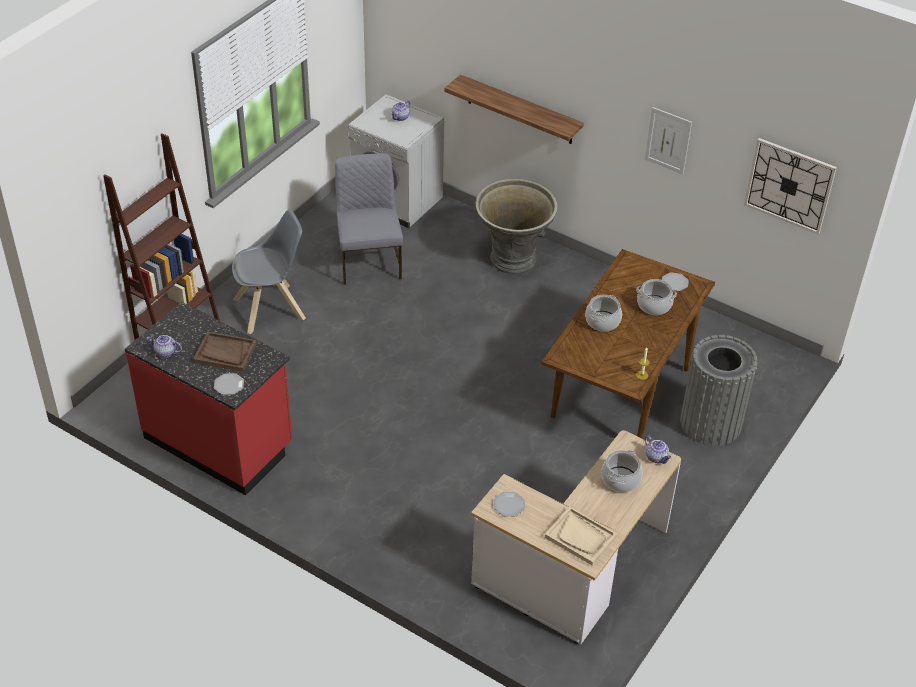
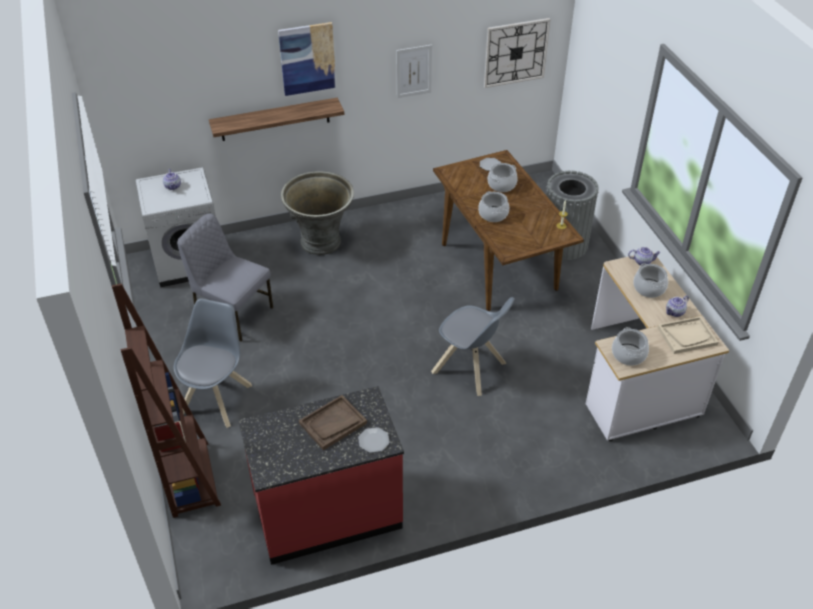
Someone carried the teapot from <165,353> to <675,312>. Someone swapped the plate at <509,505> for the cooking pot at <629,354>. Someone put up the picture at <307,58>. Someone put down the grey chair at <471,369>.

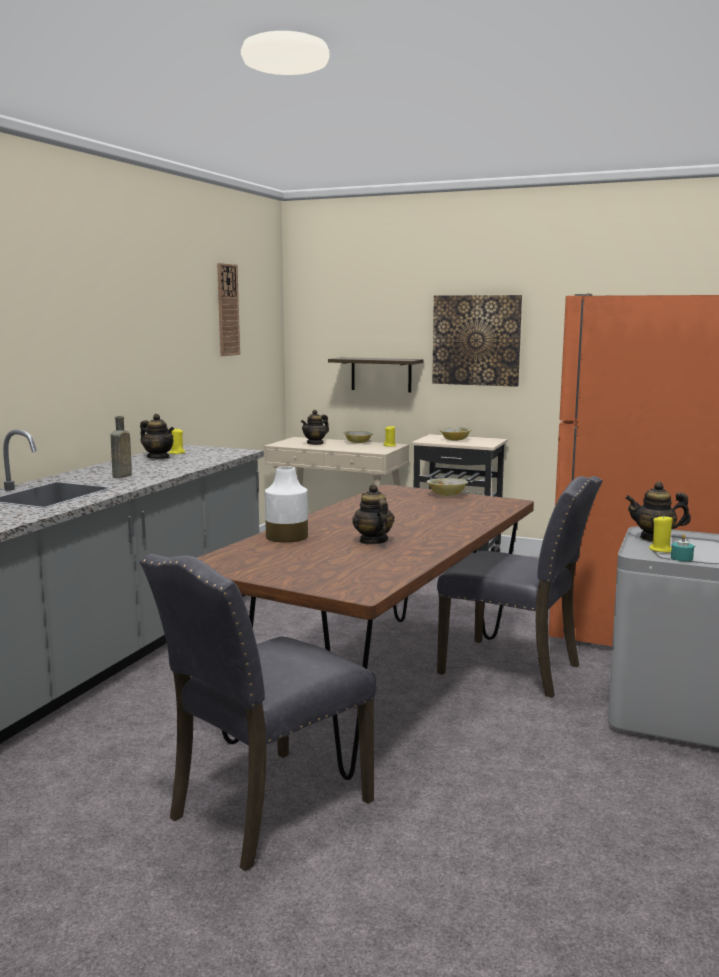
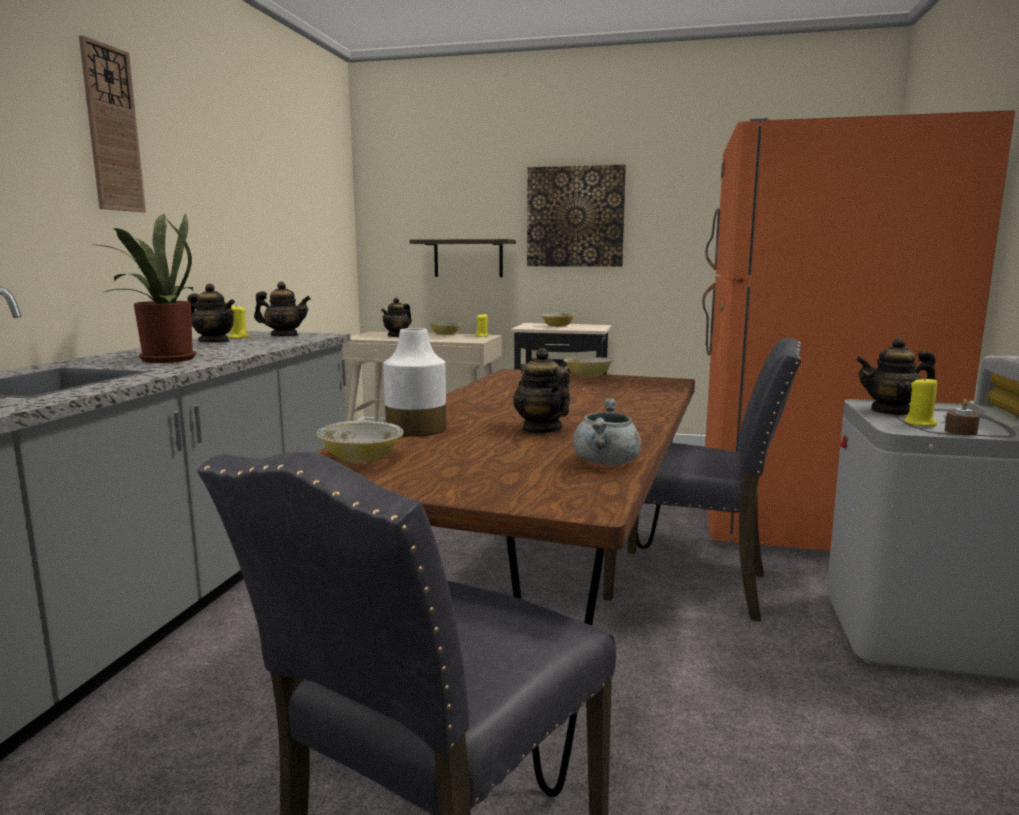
Someone carried the wall clock from <227,310> to <112,129>. Someone swapped the brown bottle at <121,476> for the potted plant at <162,359>. Someone repainted the turquoise candle at <681,558>, which became the brown candle at <960,431>. Someone put down the teapot at <284,336>. Someone put down the grey cooking pot at <606,463>. Someone put down the bowl at <361,459>.

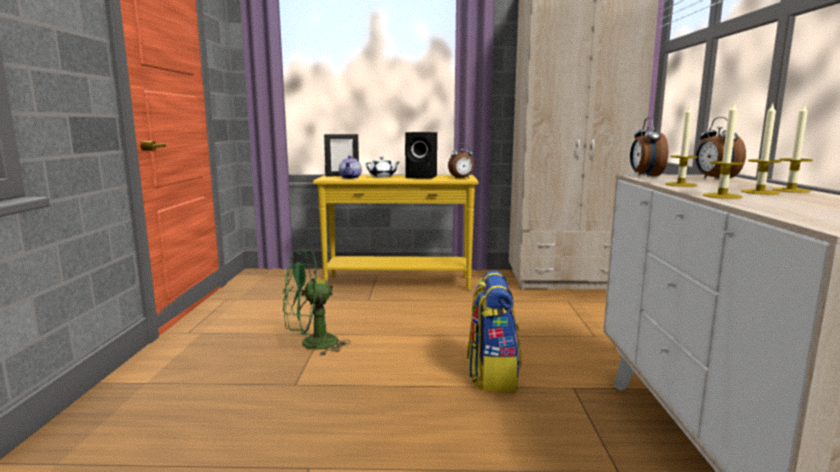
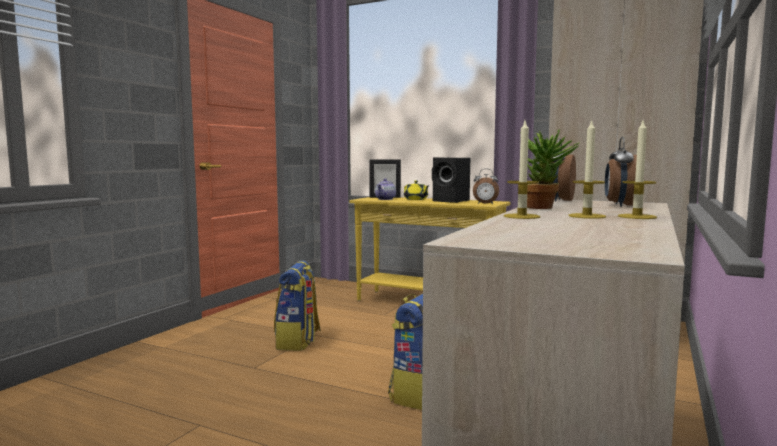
Someone swapped the candle at <680,185> for the potted plant at <545,207>. Someone repainted the white teapot at <382,176>, which became the yellow teapot at <416,199>. Someone swapped the green fan at <311,345> for the backpack at <298,341>.

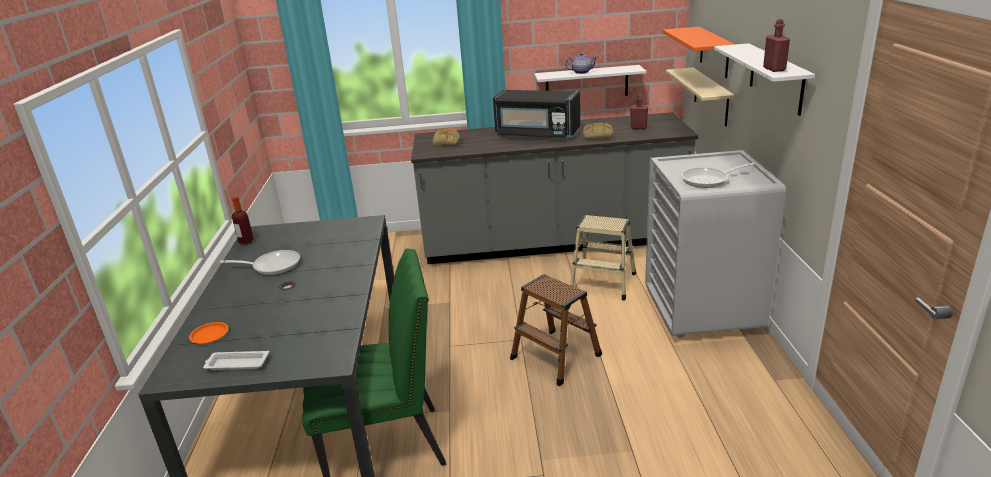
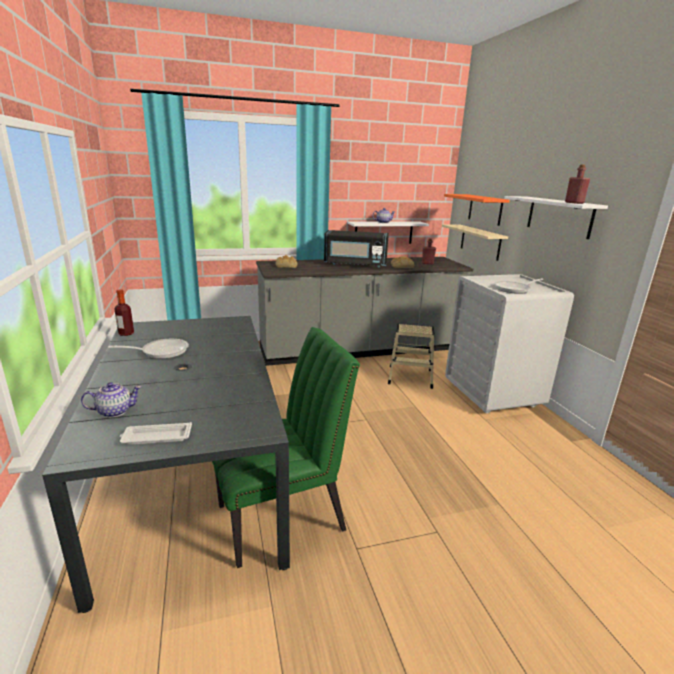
Someone took away the brown step ladder at <555,356>. Someone swapped the orange plate at <209,335> for the teapot at <114,411>.

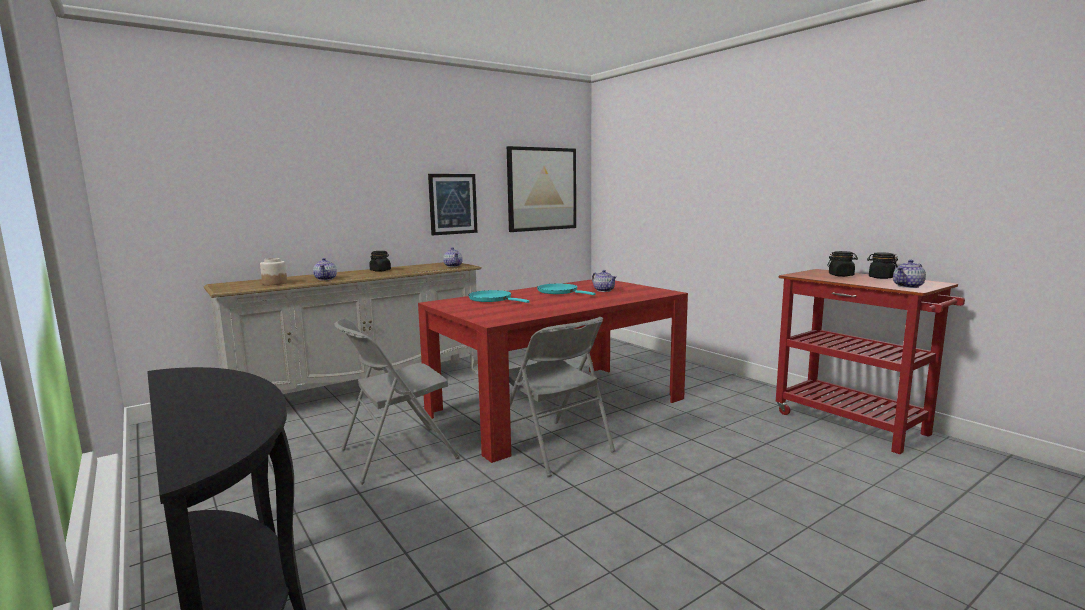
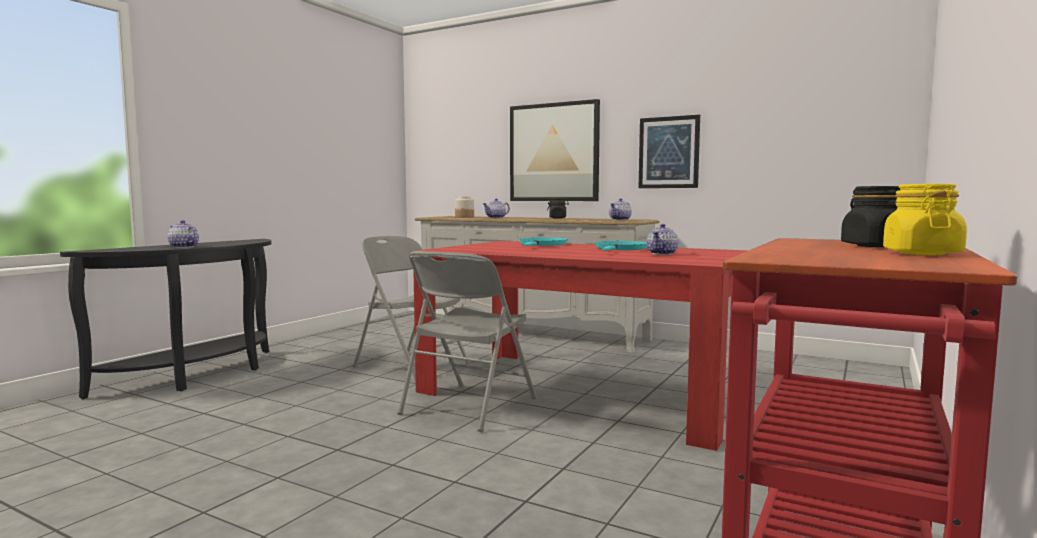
Someone carried the picture from <541,189> to <554,152>. Someone repainted the black jar at <880,277>, which became the yellow jar at <921,253>. Someone carried the teapot from <908,286> to <183,247>.

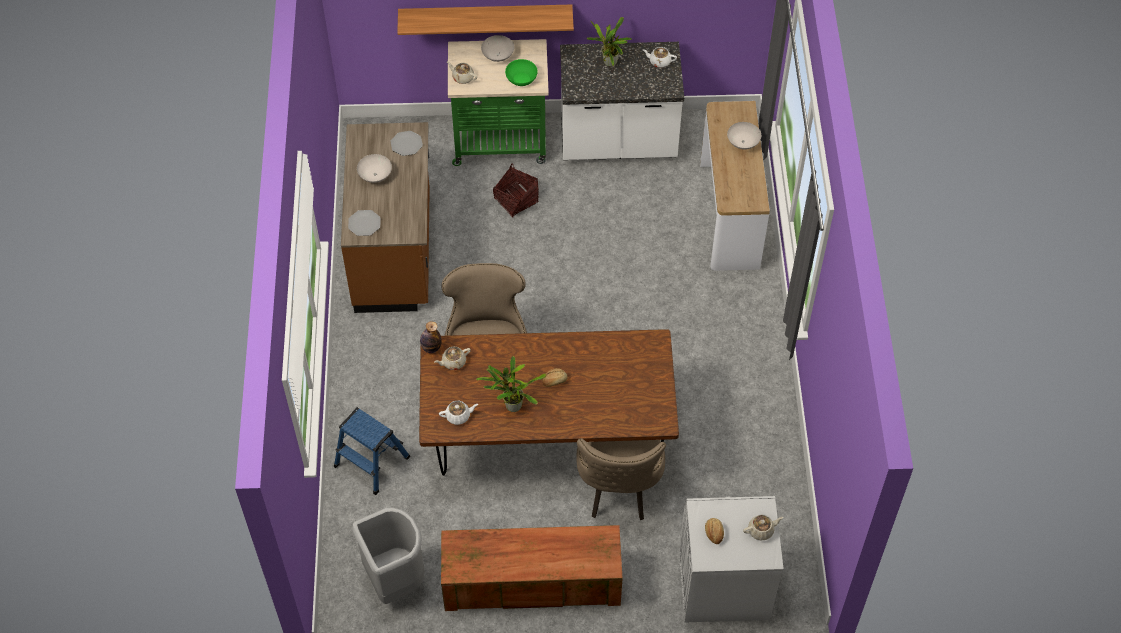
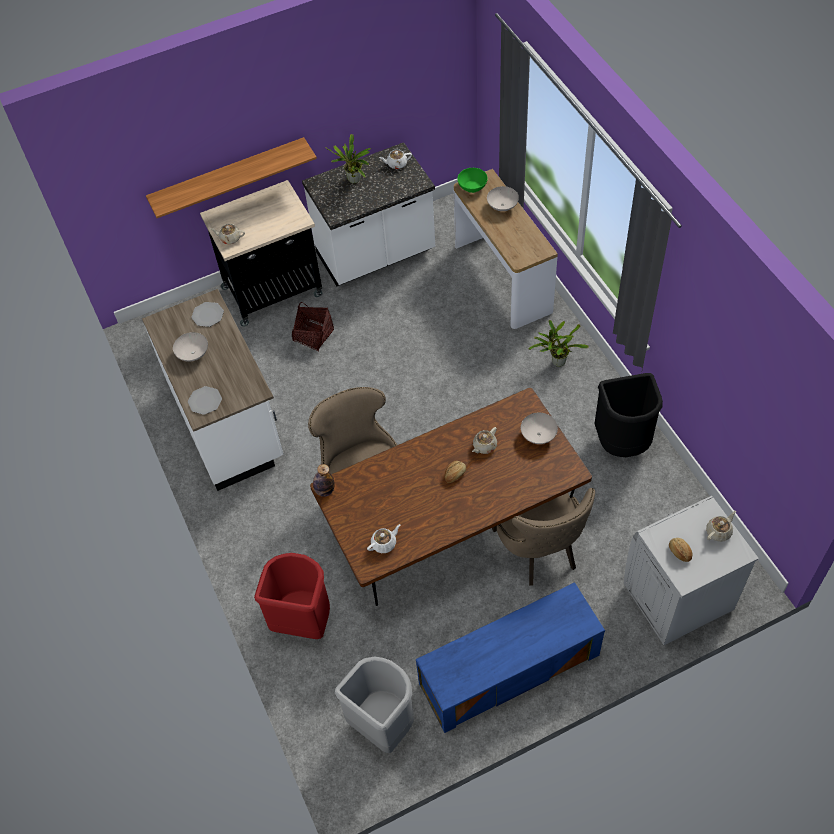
Someone carried the white bowl from <498,55> to <538,434>. Someone repainted the green cart at <500,141>, which became the black cart at <273,291>. Someone carried the green bowl from <521,79> to <472,186>. Someone repainted the brown counter at <395,252>, which became the white counter at <228,422>. Someone carried the beige teapot from <453,362> to <484,446>. Someone carried the potted plant from <511,405> to <556,362>. Someone swapped the blue step ladder at <371,461> for the red trash can at <303,621>. Someone repainted the brown bench at <530,583>, which became the blue bench at <509,671>. Someone put down the black trash can at <622,444>.

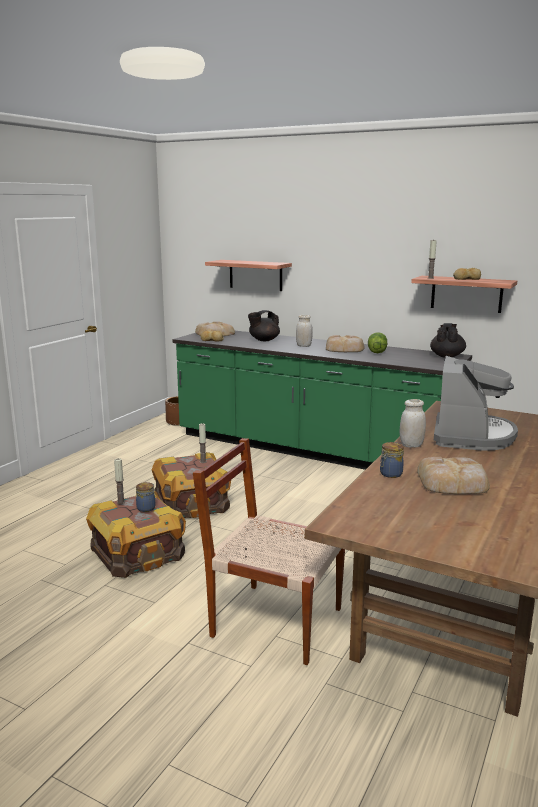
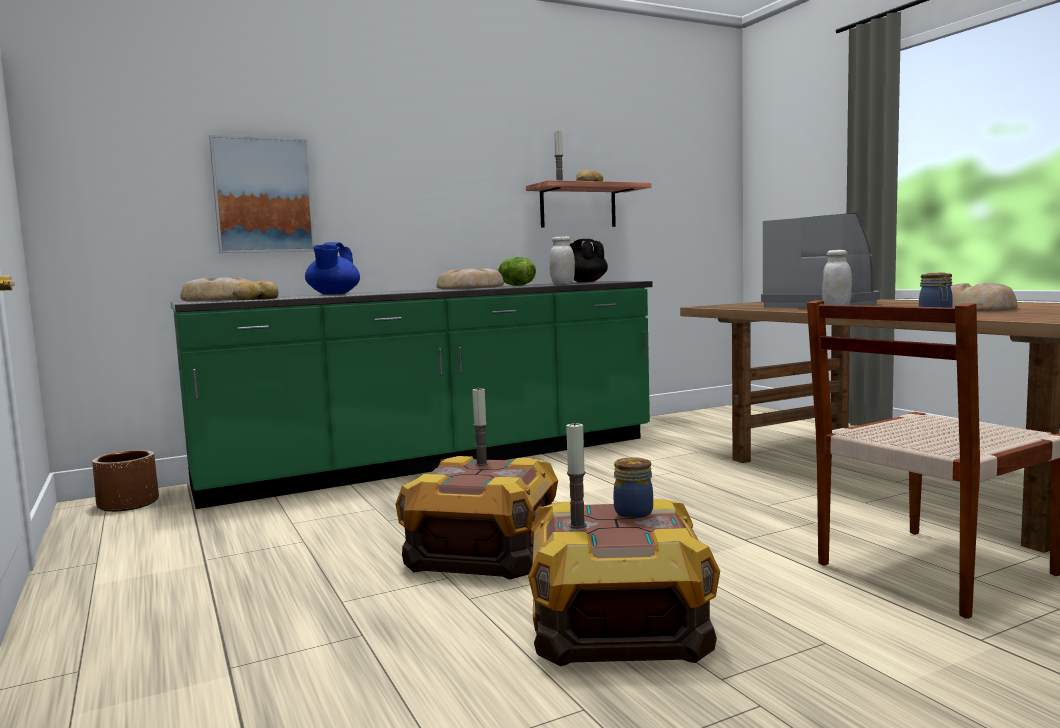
Someone swapped the shelf at <255,275> for the picture at <263,195>. Someone repainted the black teapot at <263,340>, which became the blue teapot at <333,294>. Someone carried the white jar from <303,346> to <562,284>.

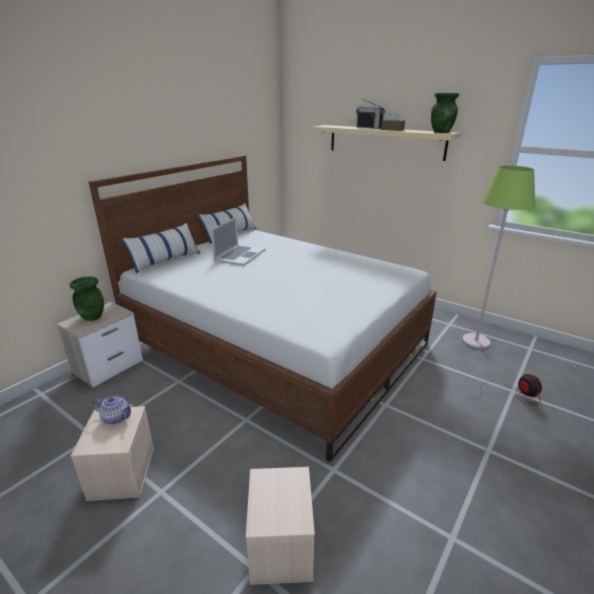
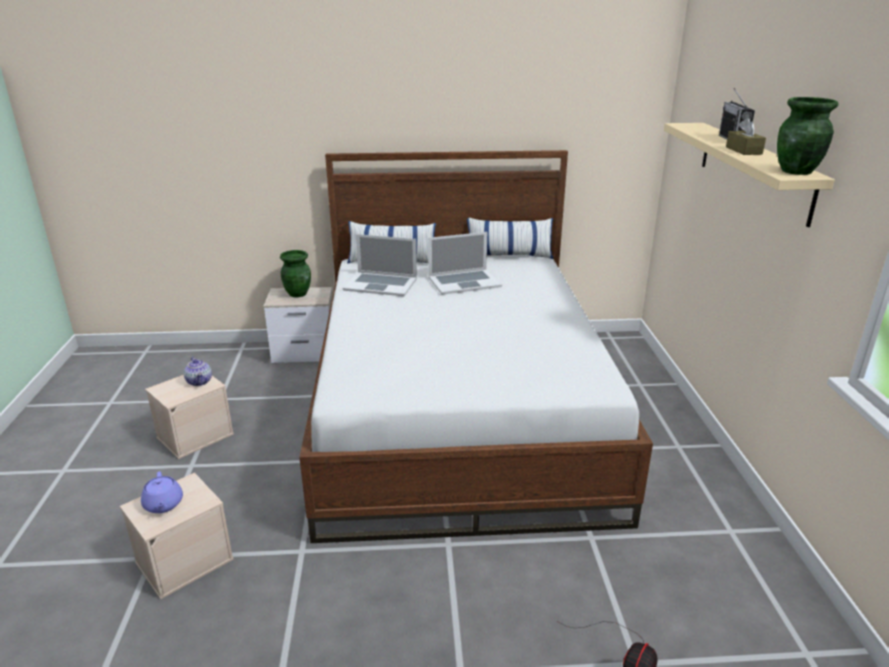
Someone took away the green floor lamp at <475,341>. Someone put down the laptop at <381,284>. Someone put down the purple teapot at <163,505>.

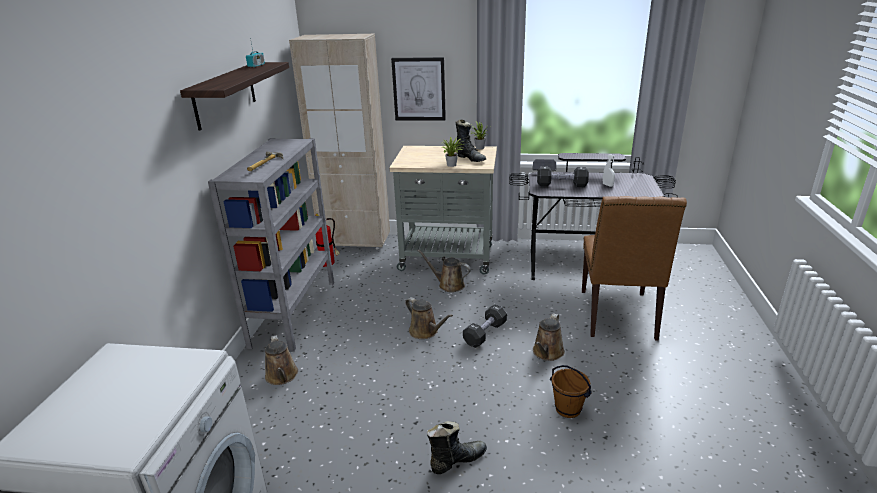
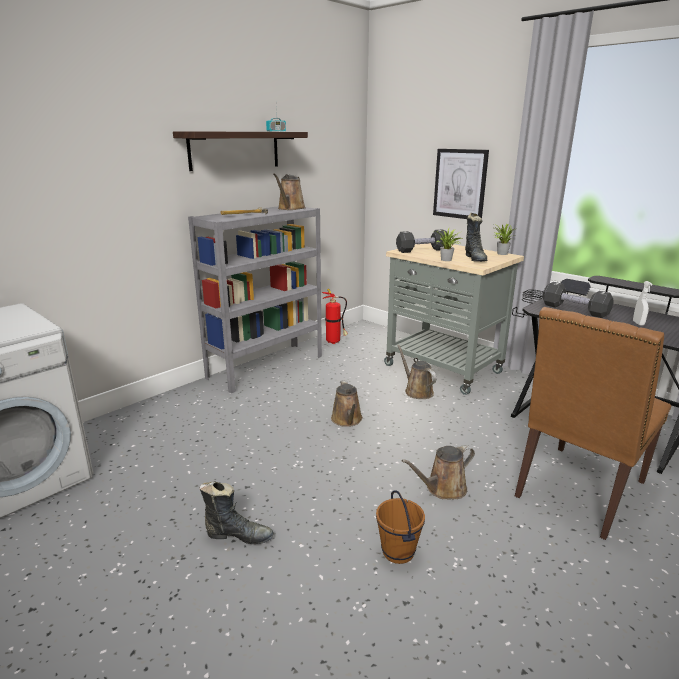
Someone took away the beige cabinet at <355,243>. Someone carried the black dumbbell from <485,334> to <422,250>. Someone carried the brown watering can from <282,376> to <290,208>.

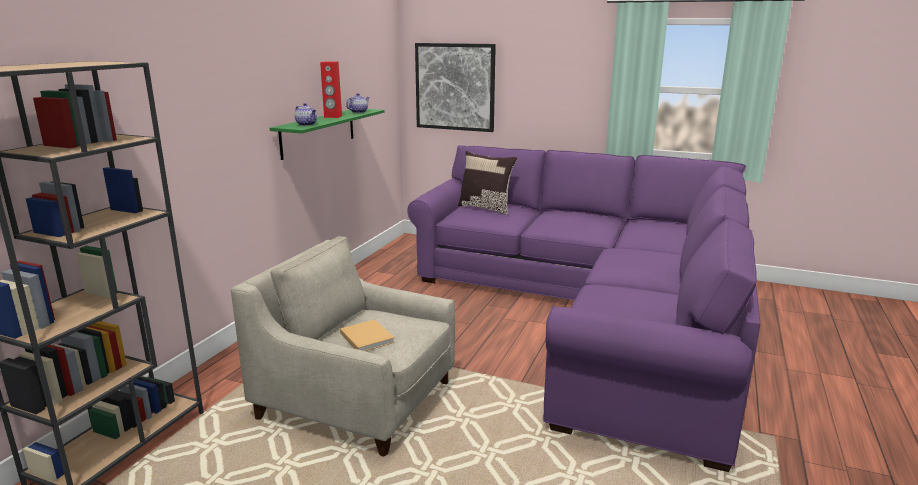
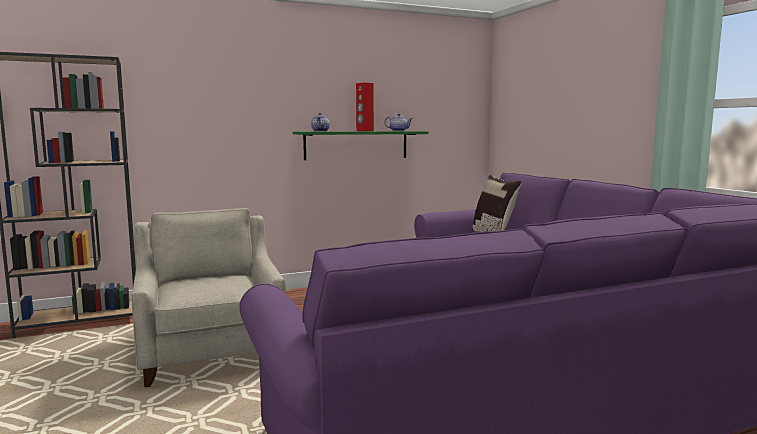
Someone took away the picture at <455,87>. Someone took away the beige book at <366,337>.

